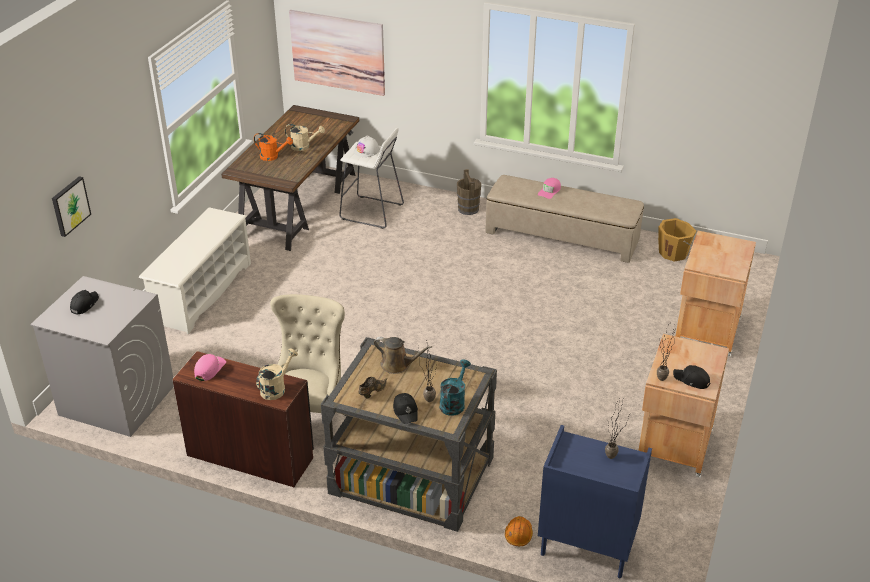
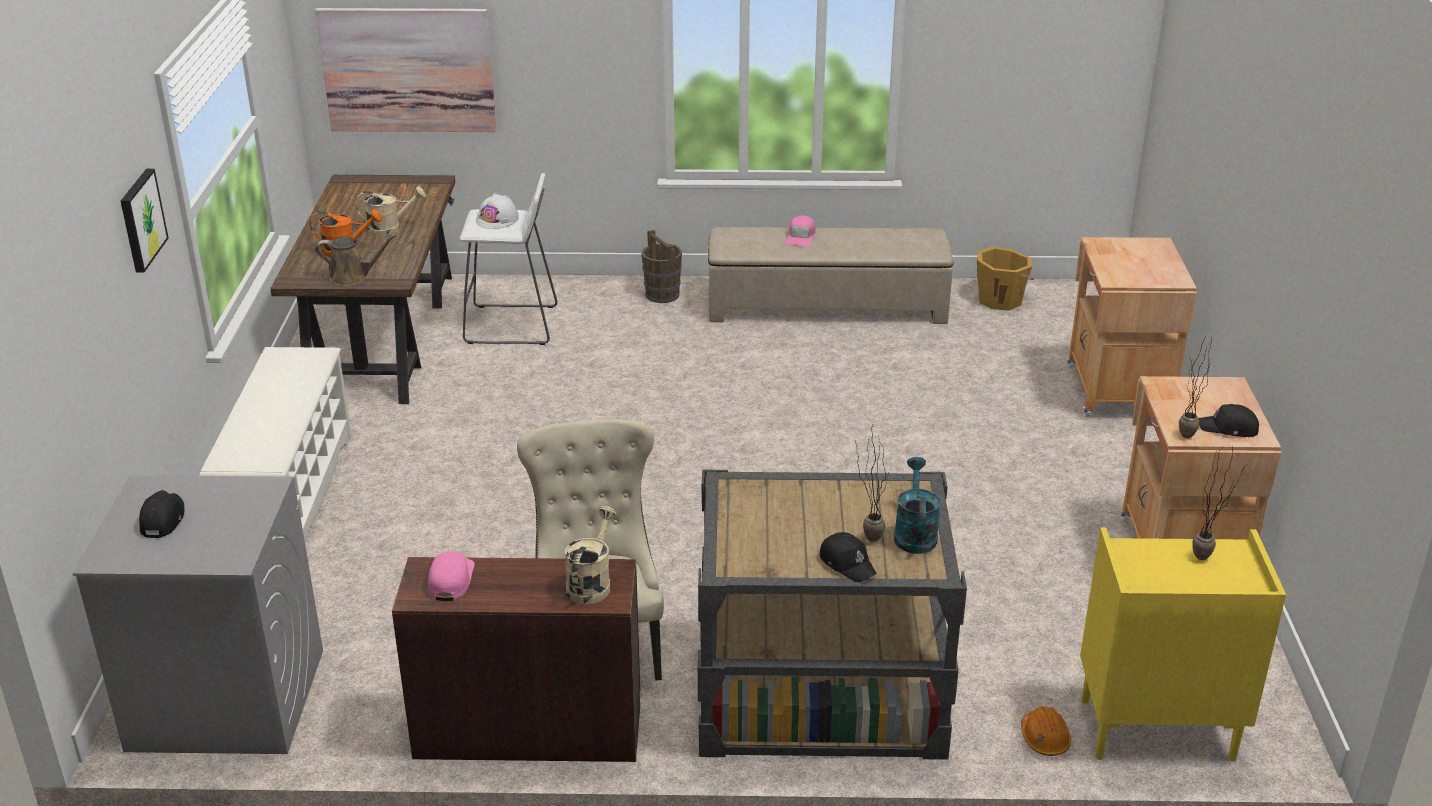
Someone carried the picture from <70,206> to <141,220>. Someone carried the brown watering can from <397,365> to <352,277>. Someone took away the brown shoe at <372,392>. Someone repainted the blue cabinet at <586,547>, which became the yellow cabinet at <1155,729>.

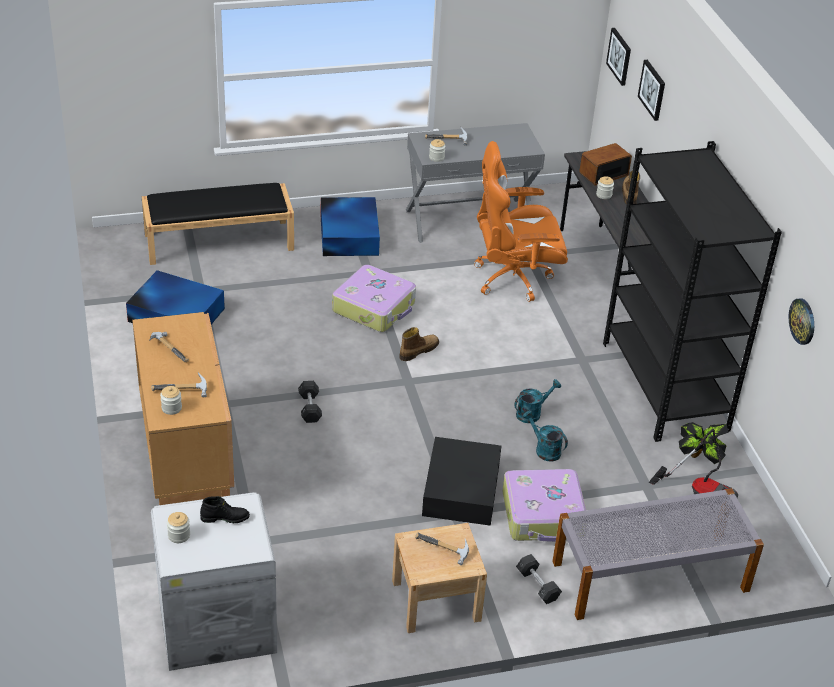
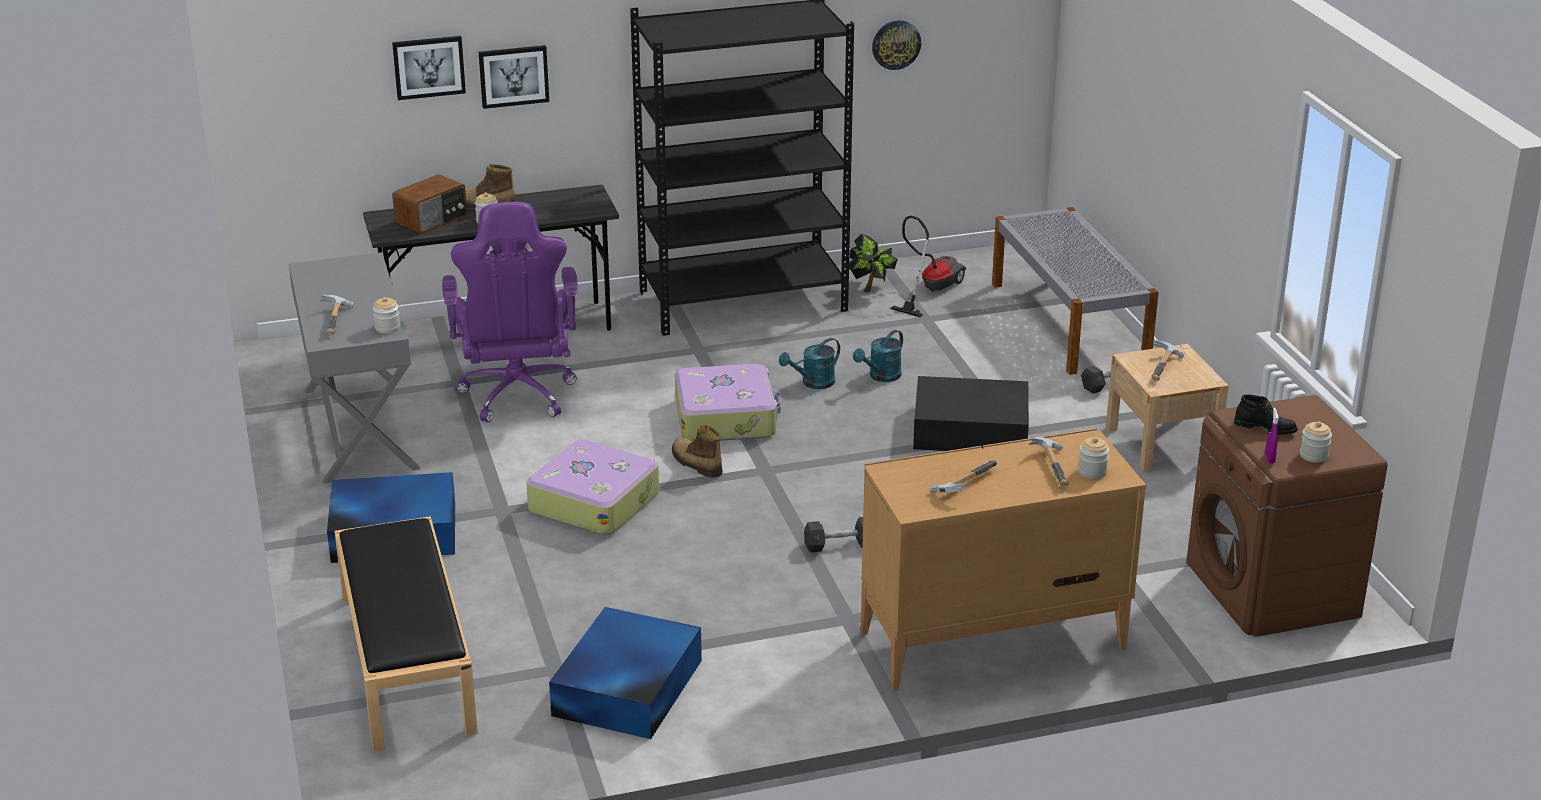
Someone carried the picture from <619,56> to <513,76>. Someone repainted the orange office chair at <517,278>, which became the purple office chair at <517,391>. Someone rotated the radio at <603,174> by 105 degrees counterclockwise. Someone rotated the turquoise watering can at <532,413> by 90 degrees counterclockwise. Someone carried the suitcase from <543,515> to <726,417>. Someone repainted the white washing machine at <215,623>, which became the brown washing machine at <1270,590>. Someone rotated the black boot at <225,517> by 120 degrees clockwise. Someone put down the purple spray bottle at <1269,459>.

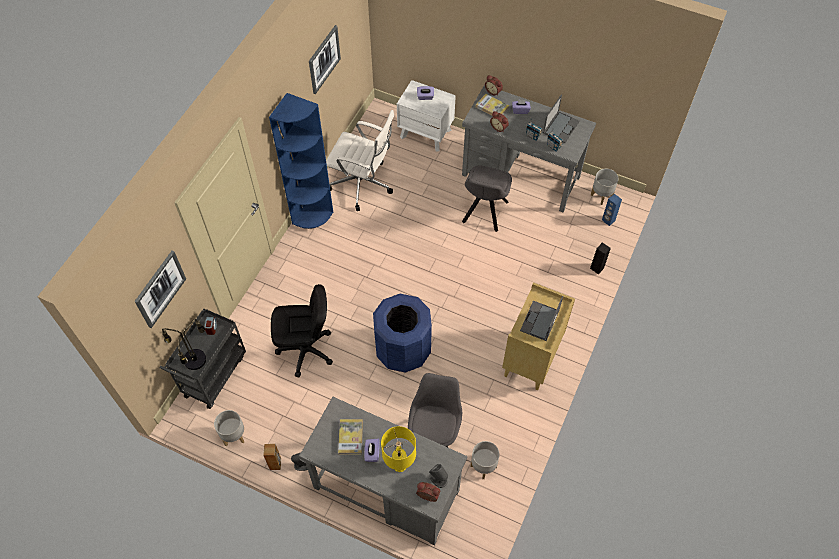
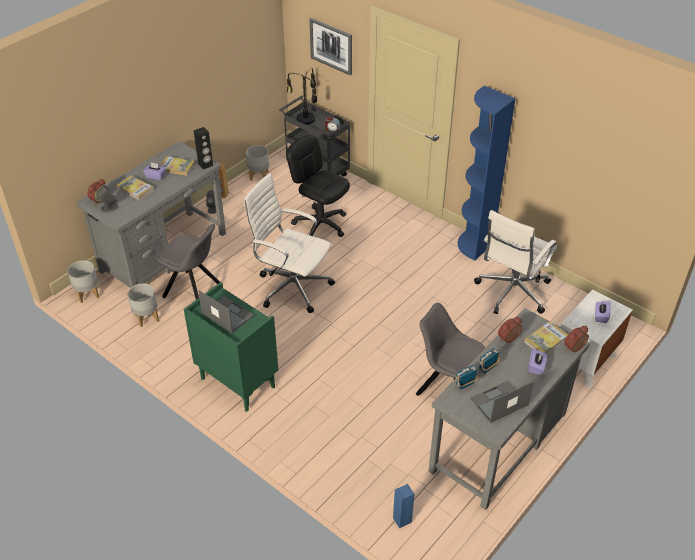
Someone took away the picture at <324,59>. Someone rotated the laptop at <561,127> by 105 degrees clockwise. Someone carried the grey planter from <601,196> to <87,294>. Someone carried the black speaker from <597,268> to <205,165>. Someone repainted the beige cabinet at <531,360>, which became the green cabinet at <237,382>. Someone rotated the black office chair at <306,350> by 120 degrees clockwise. Someone swapped the blue trash can at <403,351> for the white office chair at <292,286>. Someone swapped the yellow table lamp at <400,465> for the book at <135,189>.

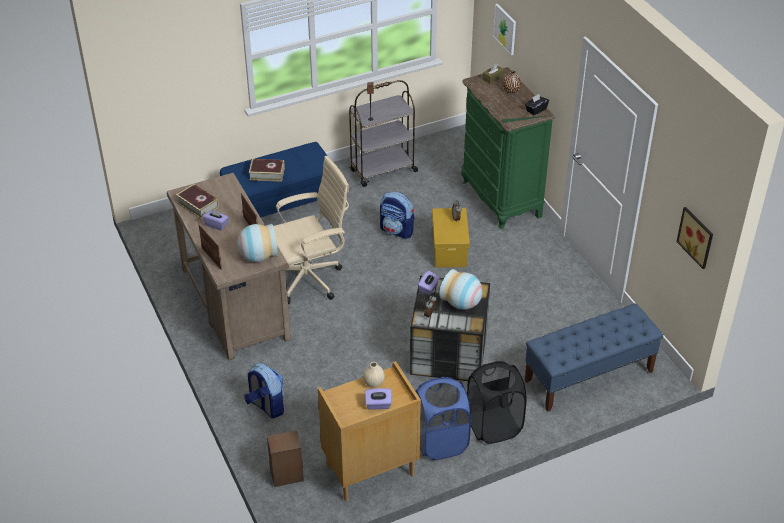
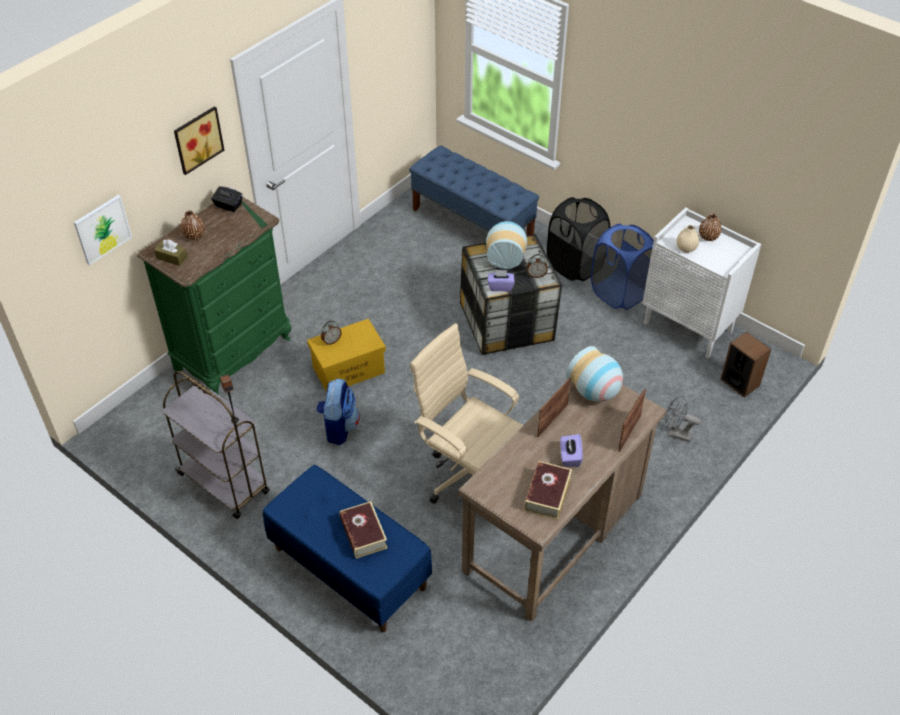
Someone carried the picture from <697,237> to <197,139>. Someone repainted the brown cabinet at <369,471>, which became the white cabinet at <688,327>. Someone swapped the backpack at <266,406> for the grey fan at <676,433>. Someone swapped the purple tissue box at <378,404> for the brown vase at <708,237>.

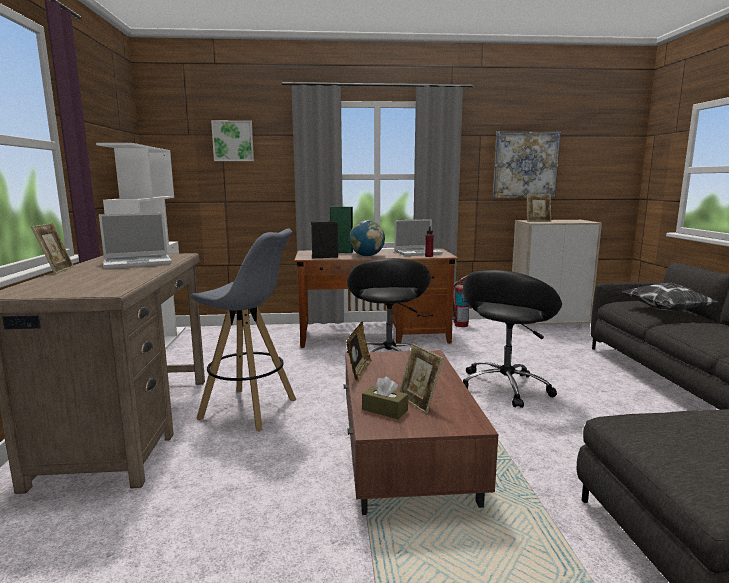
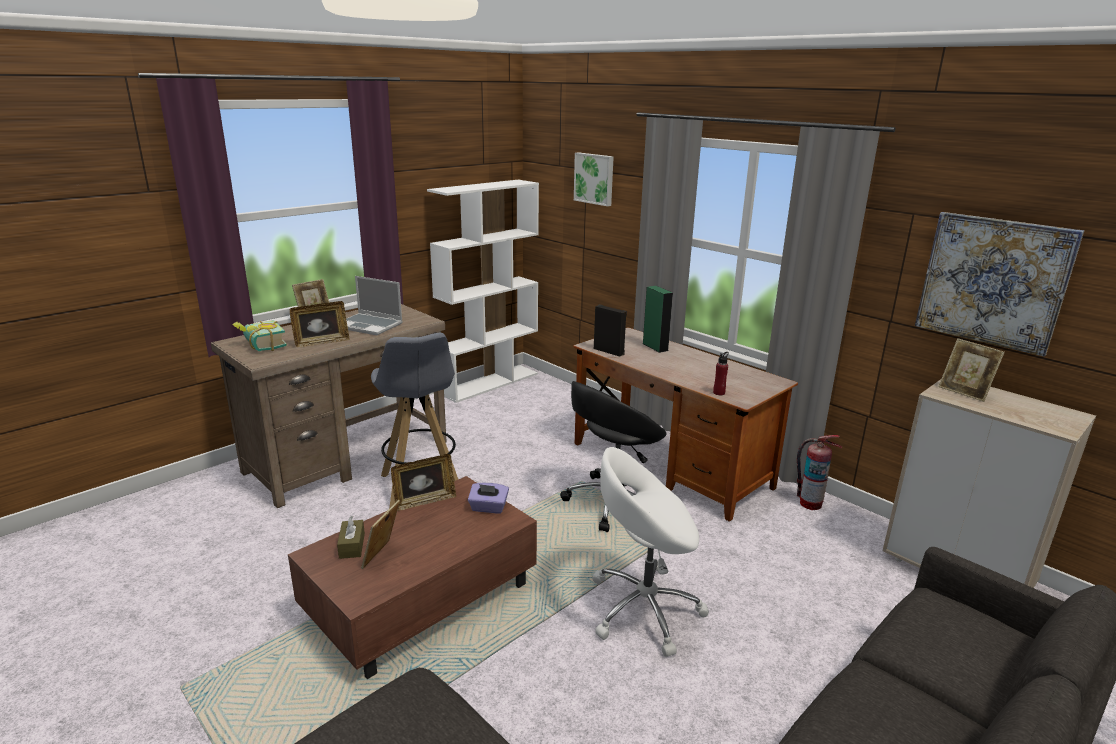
Someone took away the laptop at <418,253>. Someone took away the globe at <367,256>. Someone repainted the black office chair at <503,388>, which became the white office chair at <641,609>. Someone took away the pillow at <666,311>. Someone put down the picture frame at <321,342>. Someone put down the book at <261,346>. Someone put down the purple tissue box at <488,508>.

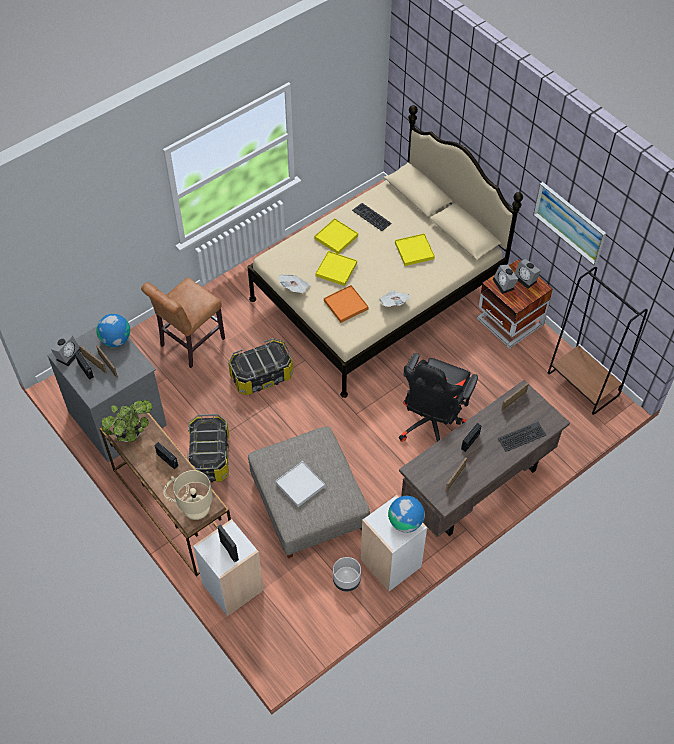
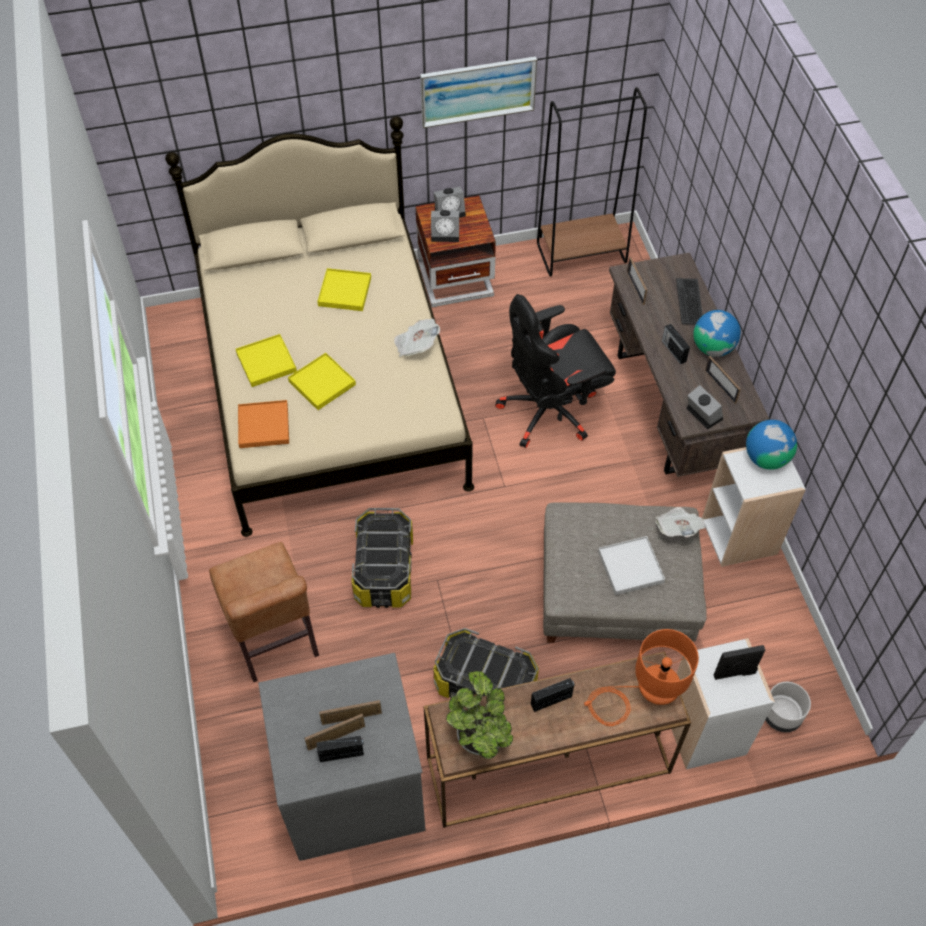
Someone took away the keyboard at <372,217>. Someone carried the newspaper from <295,288> to <677,529>. Someone carried the orange tray from <346,305> to <264,426>. Someone carried the globe from <116,340> to <713,347>. Someone carried the alarm clock from <68,354> to <702,414>. Someone rotated the black office chair at <434,419> by 105 degrees clockwise. Someone repainted the beige table lamp at <189,503>, which became the orange table lamp at <638,696>. Someone carried the grey planter from <346,580> to <781,715>.

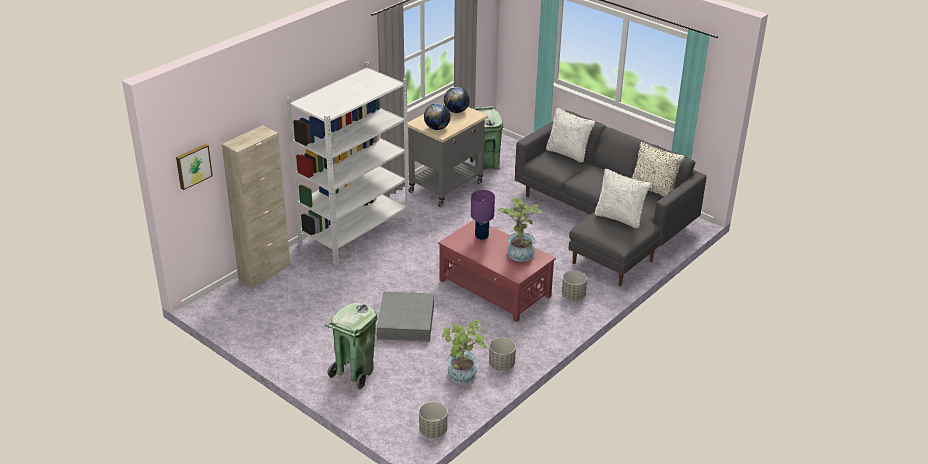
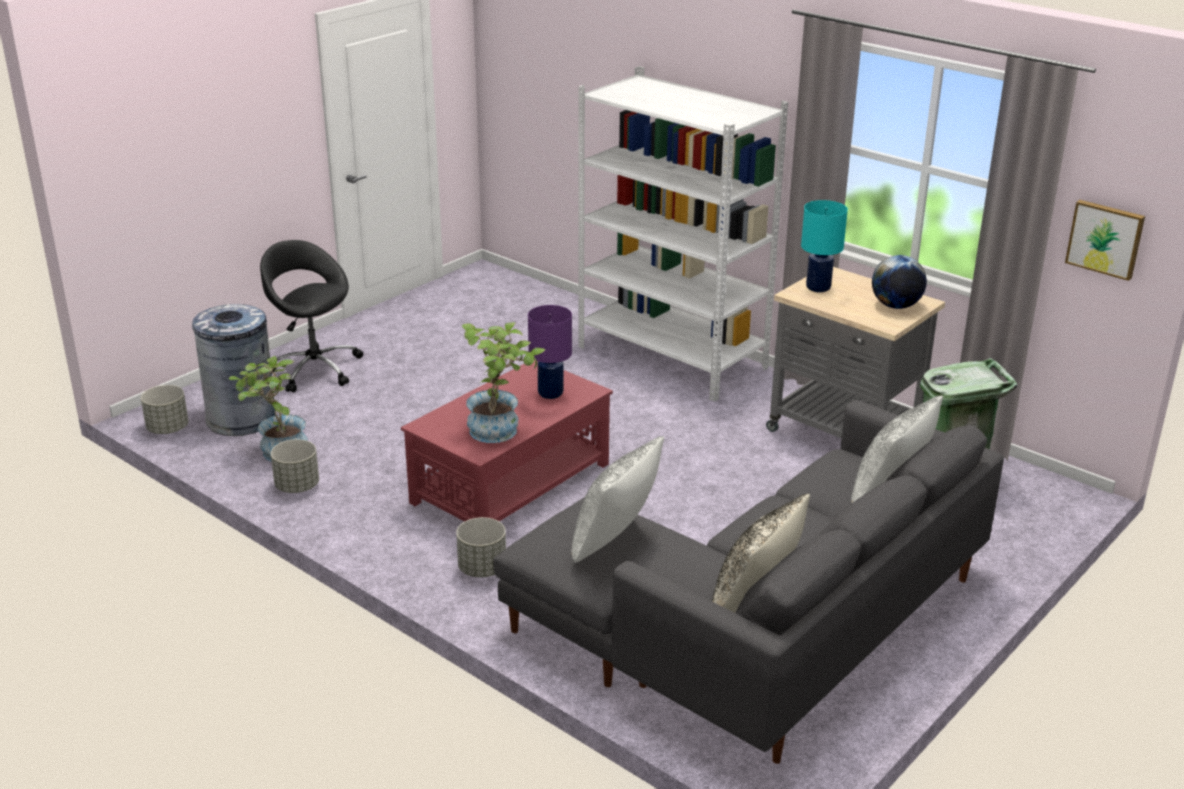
Someone swapped the globe at <437,128> for the turquoise table lamp at <818,289>. Someone took away the beige cabinet at <264,272>. Someone carried the picture from <193,166> to <1105,238>. Someone took away the grey storage box at <406,322>. Someone swapped the green trash can at <354,373> for the black office chair at <314,370>. Someone put down the grey trash can at <241,418>.

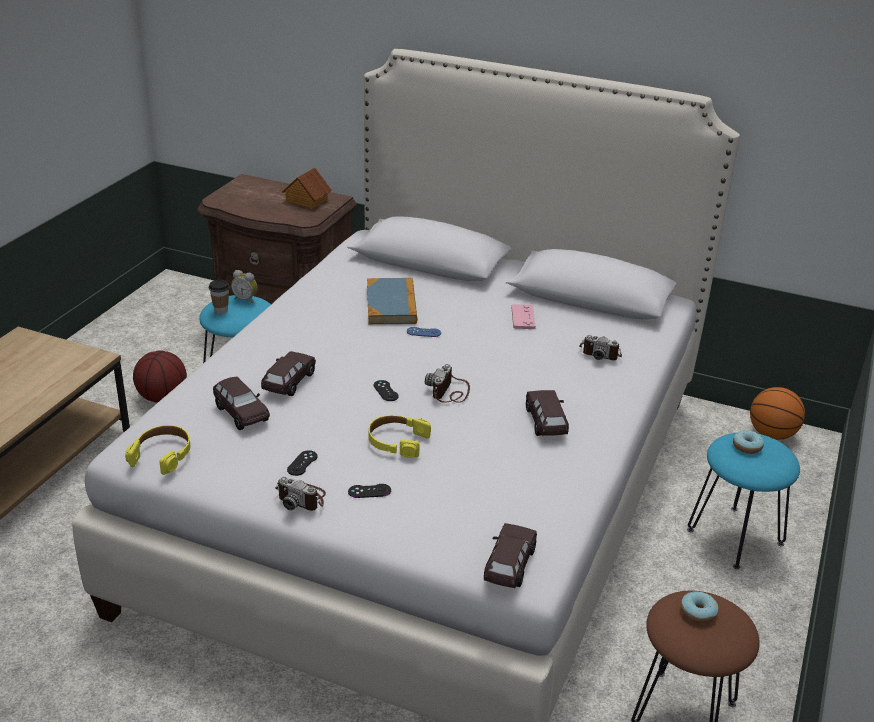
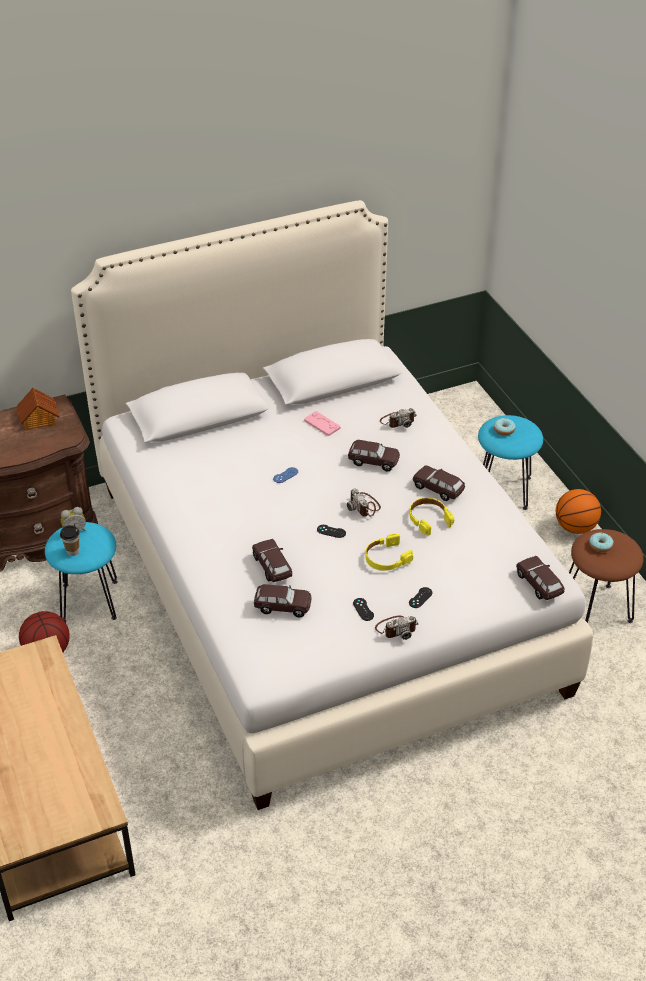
Someone took away the book at <391,304>. Someone carried the basketball from <772,434> to <575,527>. Someone carried the yellow headphones from <162,454> to <429,519>. Someone put down the brown toy car at <373,461>.

